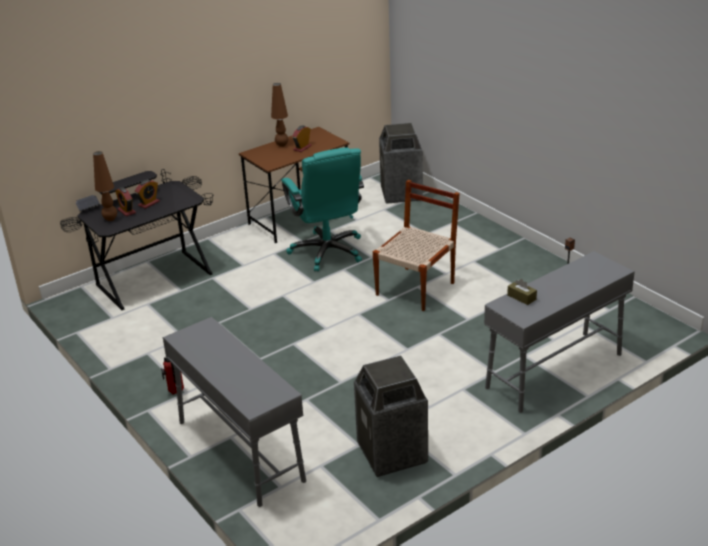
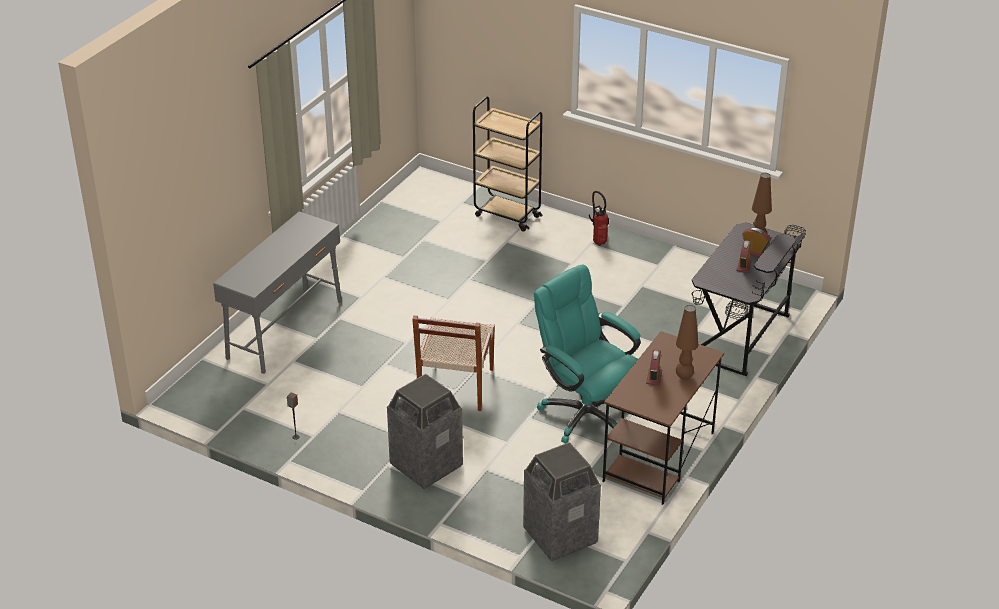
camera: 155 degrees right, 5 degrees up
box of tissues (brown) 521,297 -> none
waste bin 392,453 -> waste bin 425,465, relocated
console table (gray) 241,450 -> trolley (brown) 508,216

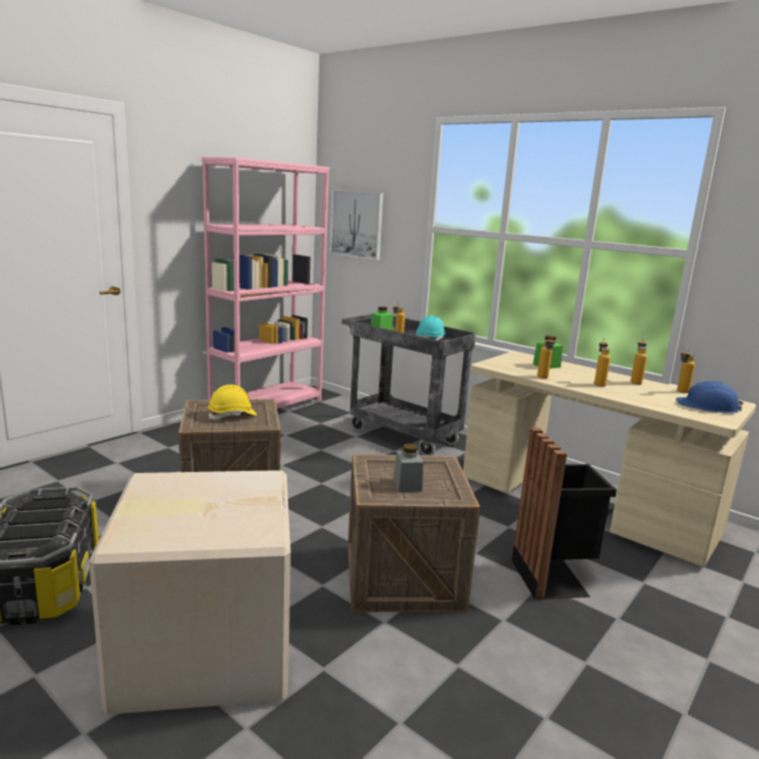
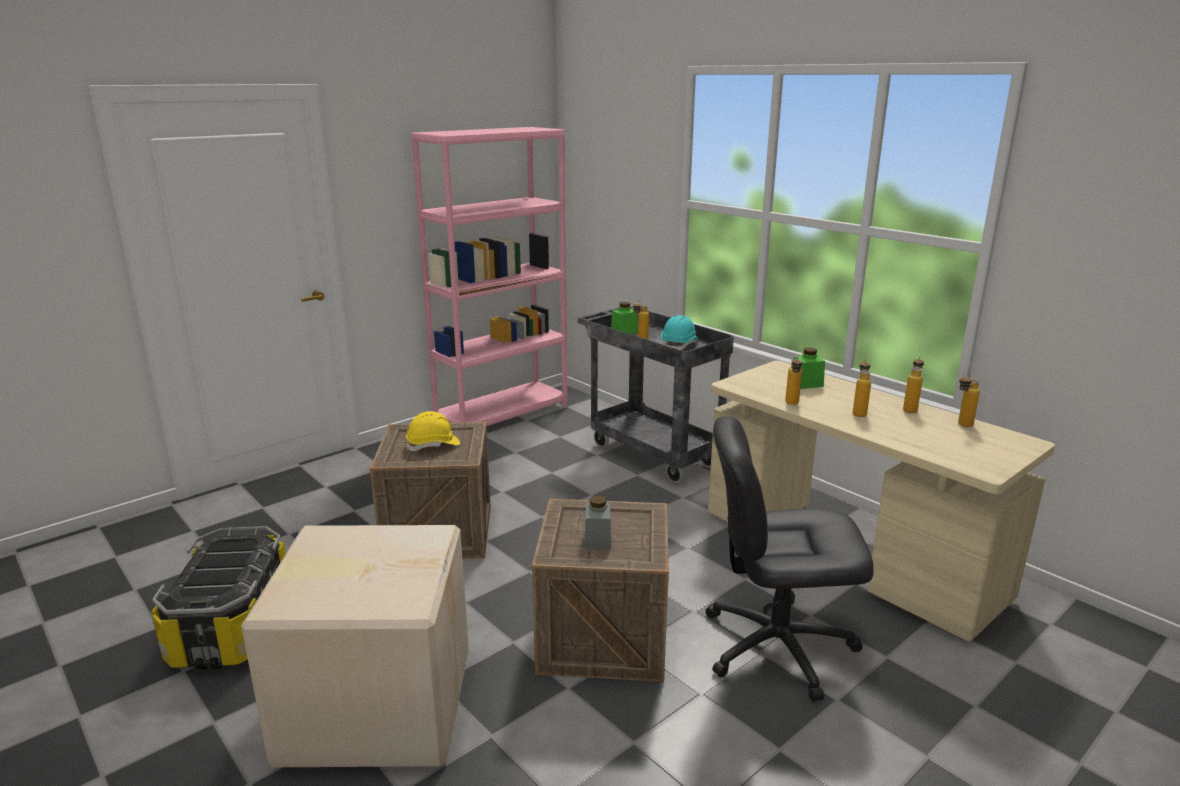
camera: 10 degrees right, 5 degrees up
wall art 356,224 -> none
hard hat (blue-coloured) 708,406 -> none
waste bin (blackish) 552,577 -> desk chair (blackish) 776,645

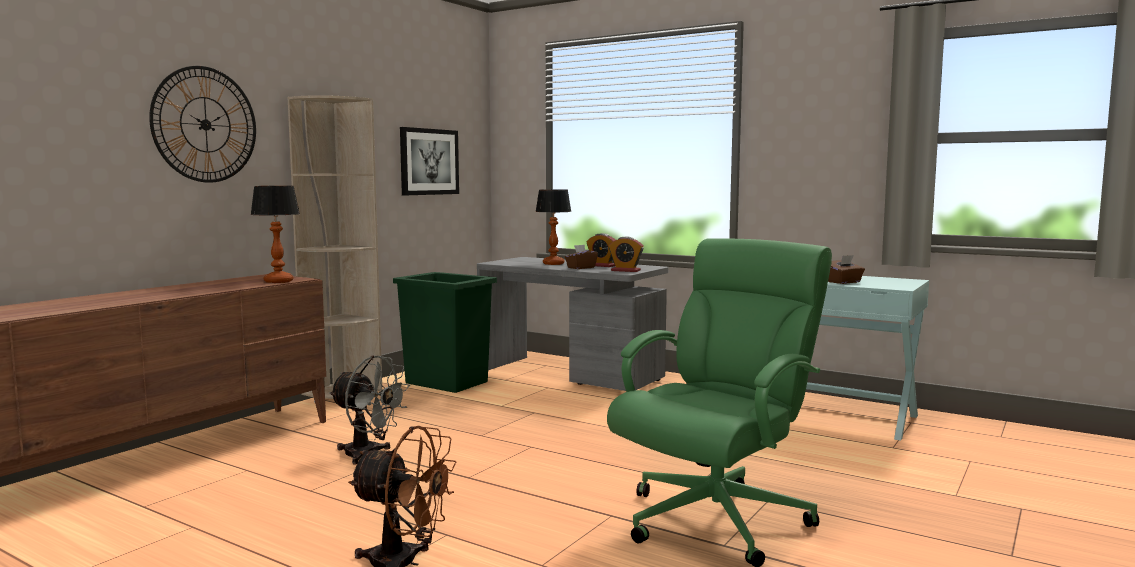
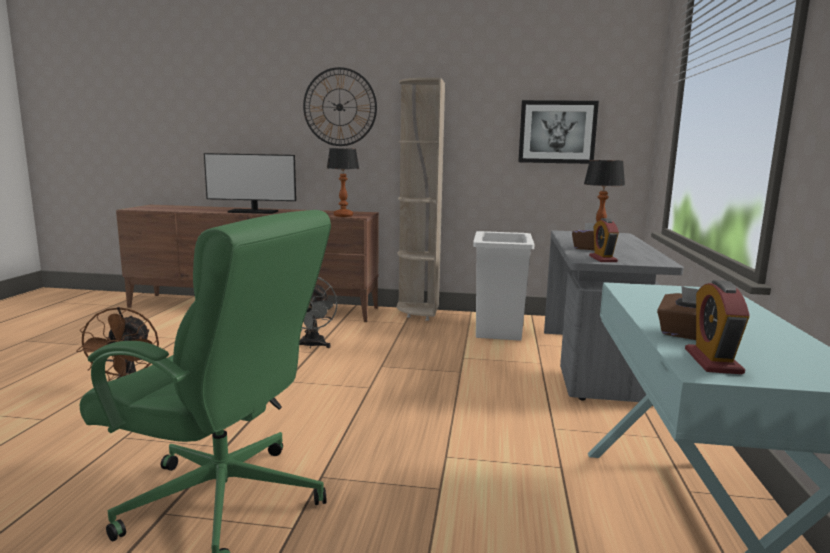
camera: 65 degrees right, 5 degrees up
none -> computer display 253,212
alarm clock 602,265 -> alarm clock 712,361, relocated
waste bin (green-coloured) 447,383 -> waste bin (whitish) 497,330

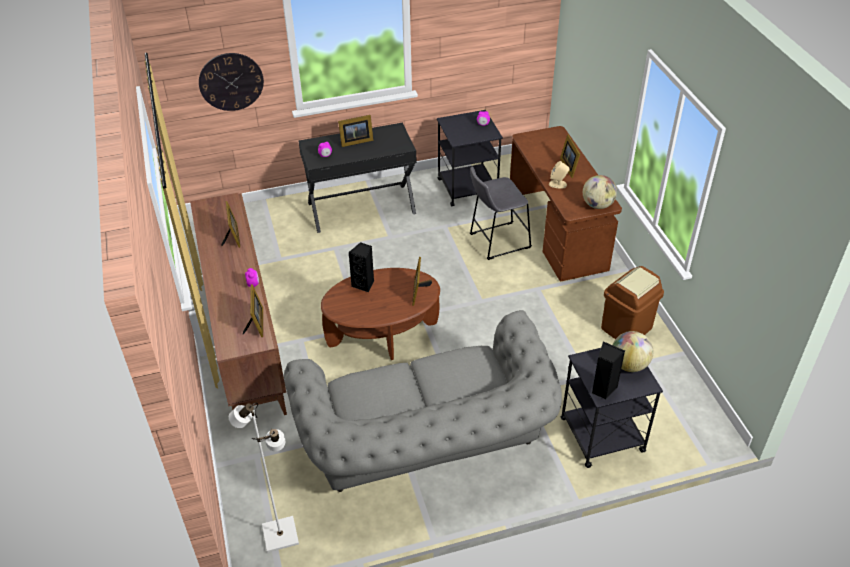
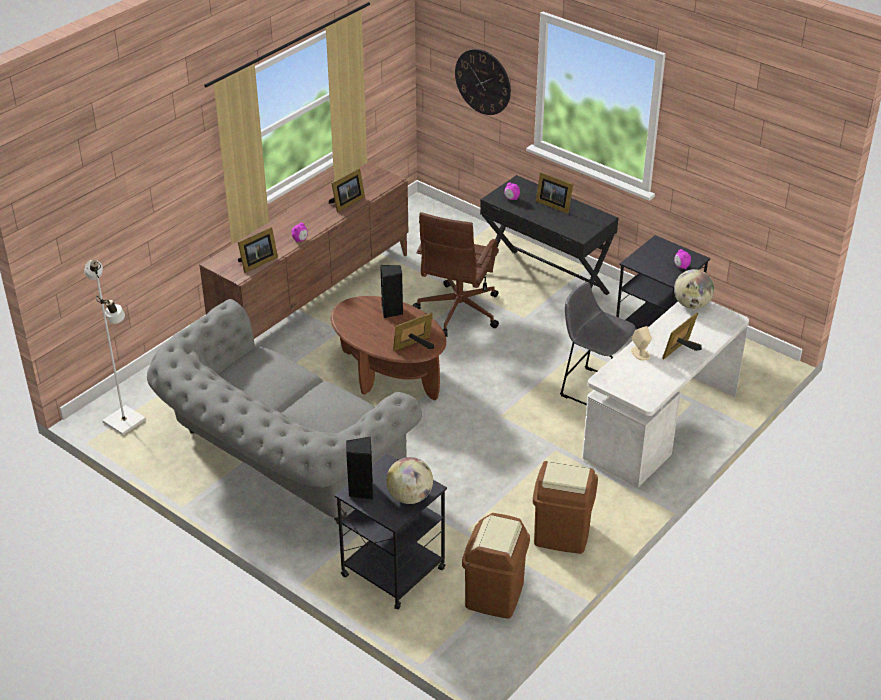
camera: 55 degrees right, 5 degrees down
none -> desk chair (brown) 457,312
none -> waste bin (brown) 495,595
desk globe 597,205 -> desk globe 691,305, relocated
desk table (brown) 557,231 -> desk table (whitish) 661,426

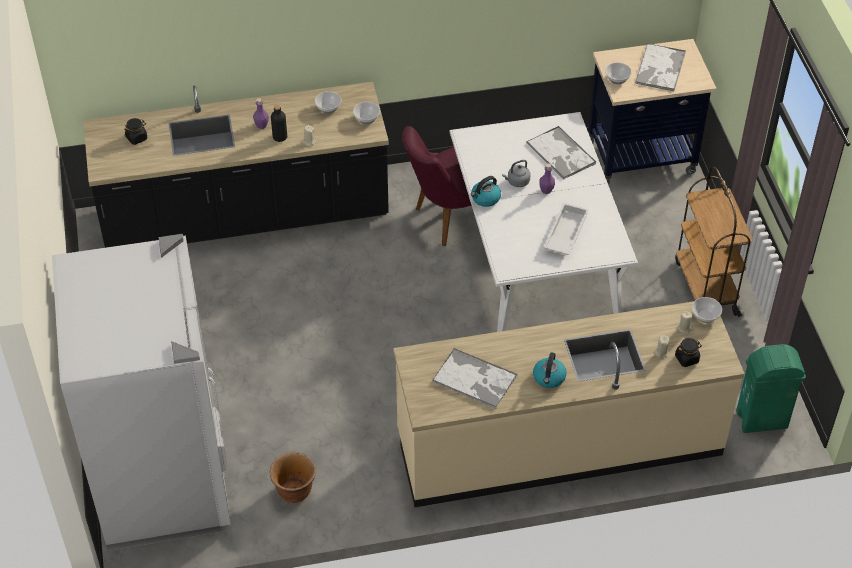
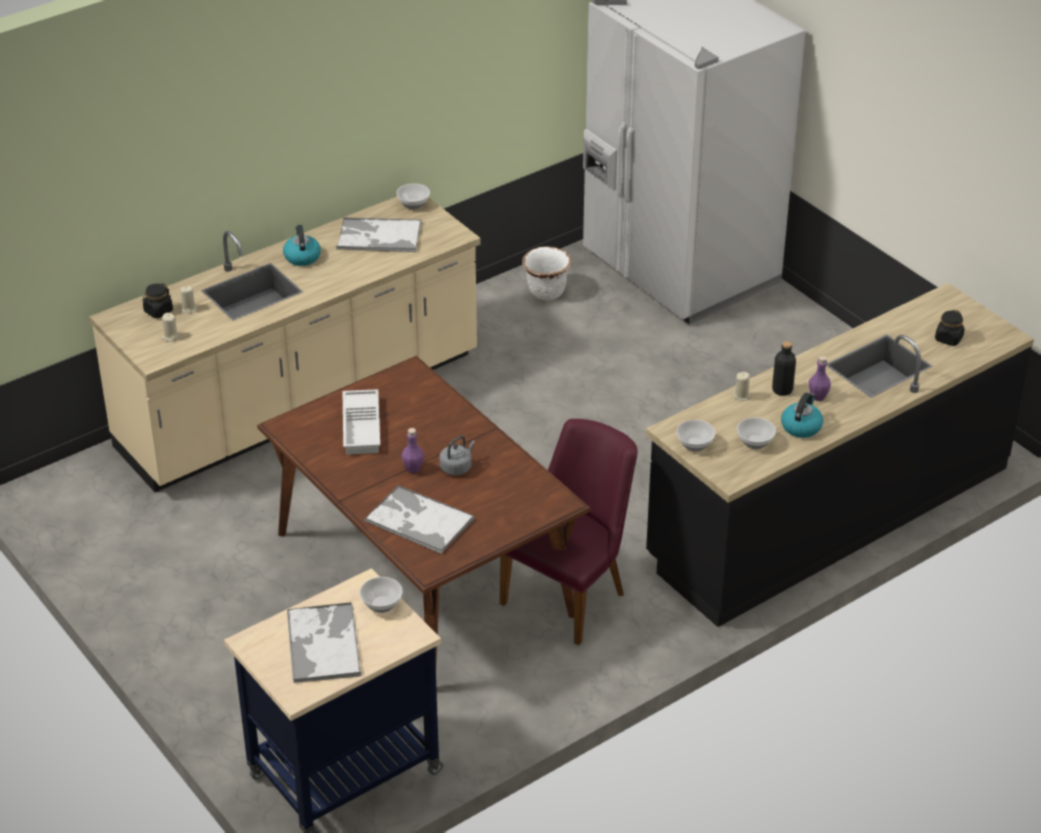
camera: 155 degrees right, 10 degrees down
trolley (brown) 705,286 -> none
waste bin (green-coloured) 762,420 -> none
kettle 485,198 -> kettle 801,426, relocated
bowl 704,316 -> bowl 414,204, relocated
flower pot (brown) 294,491 -> flower pot (whitish) 546,293
kitchen table (whitish) 533,264 -> kitchen table (brown) 425,574

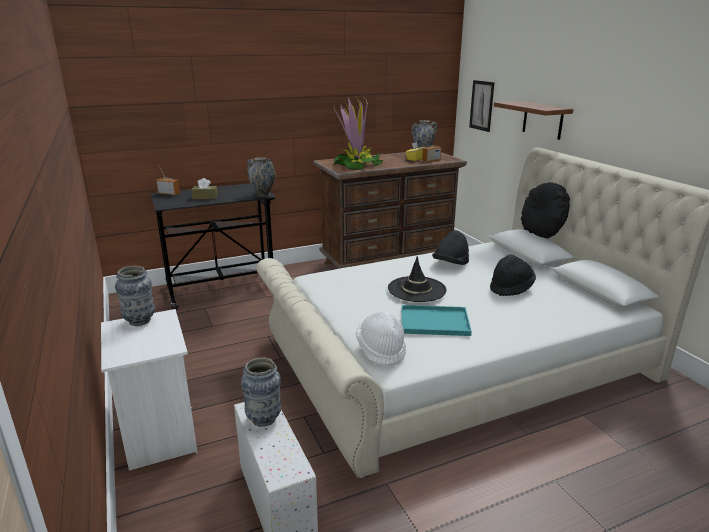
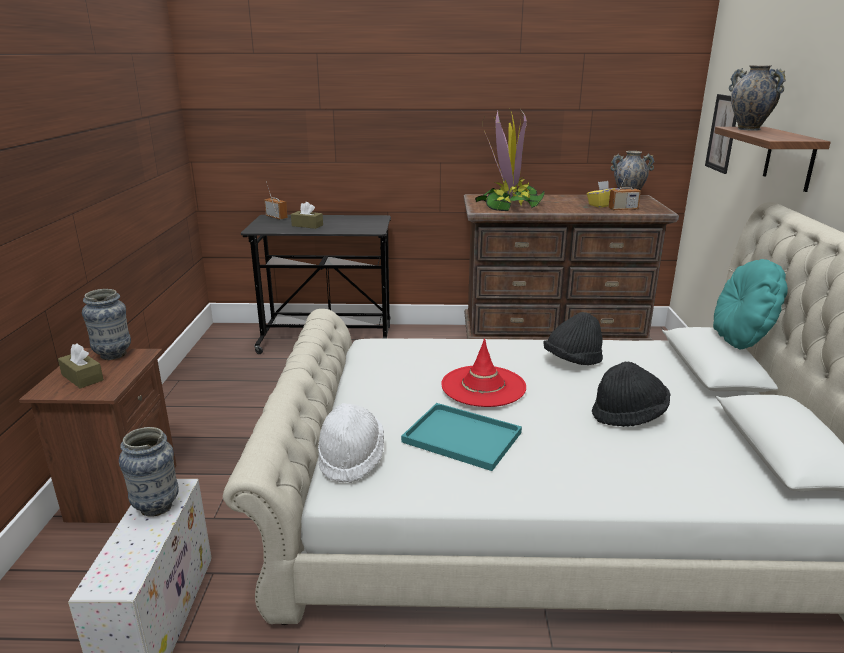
camera: 25 degrees right, 0 degrees up
none -> box of tissues (brown) 82,377
vase 263,194 -> vase 748,129, relocated
nightstand (whitish) 158,436 -> nightstand (brown) 121,492
hat (blackish) 416,289 -> hat (reddish) 483,386
cushion (blackish) 541,234 -> cushion (turquoise) 740,341

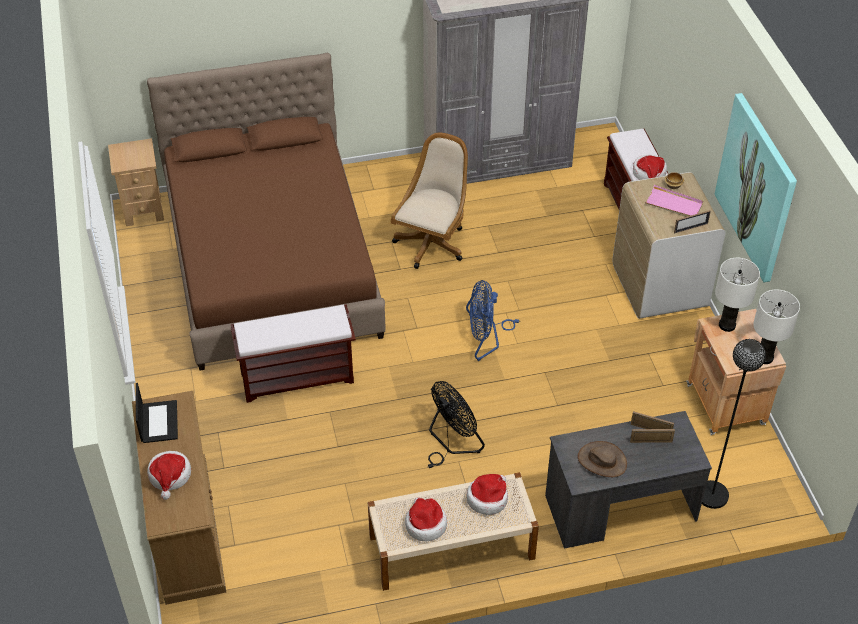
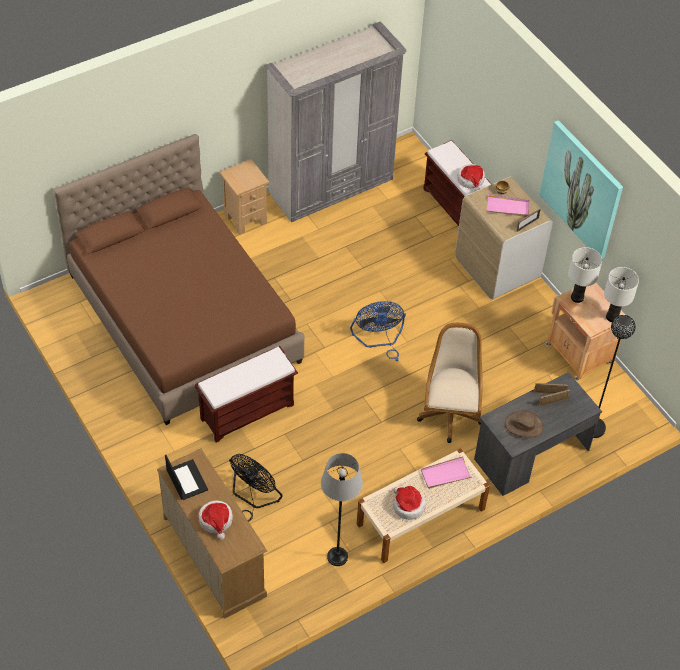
camera: 20 degrees left, 5 degrees up
none -> floor lamp (gray) 337,557
nightstand (beige) 144,211 -> nightstand (beige) 246,219, relocated
desk chair 432,240 -> desk chair 450,410, relocated
electric fan (blackish) 449,439 -> electric fan (blackish) 251,496, relocated
hat 487,498 -> serving tray (pink-coloured) 445,474
electric fan (blue-coloured) 486,334 -> electric fan (blue-coloured) 380,340, 105 degrees clockwise

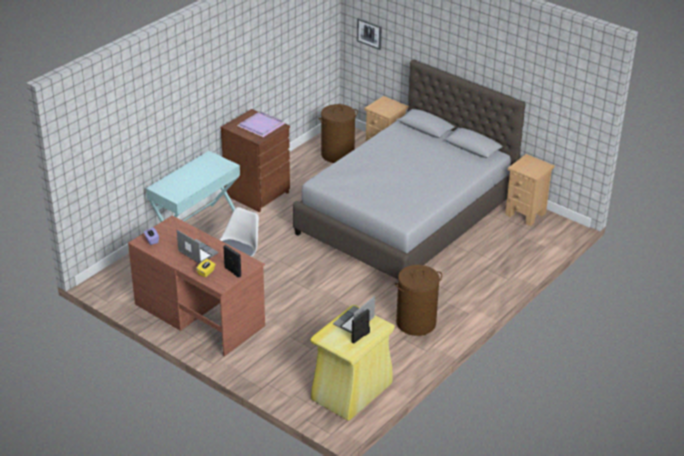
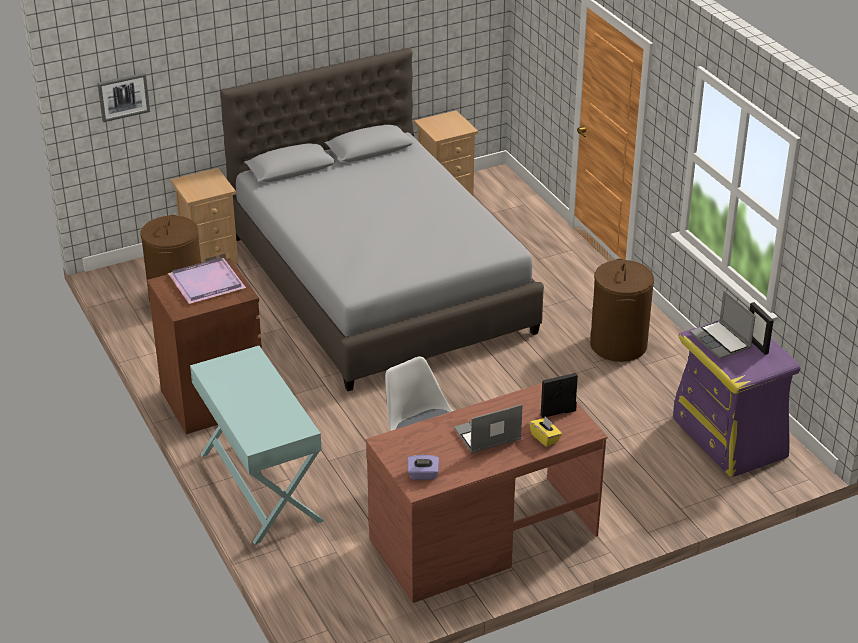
camera: 65 degrees left, 0 degrees up
nightstand (yellowish) 350,390 -> nightstand (purplish) 729,438

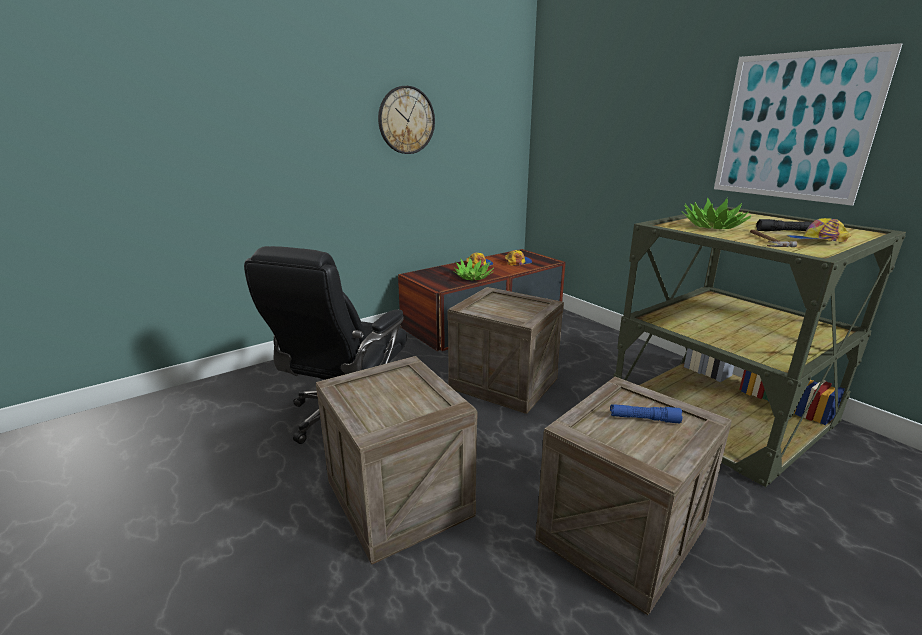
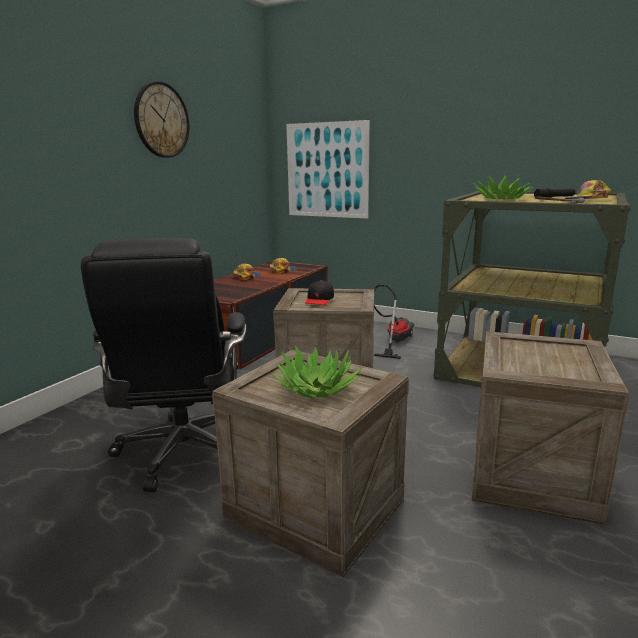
camera: 25 degrees left, 5 degrees down
flashlight (blue-coloured) 644,419 -> none
none -> baseball cap (blackish) 319,300
none -> vacuum 394,341
plant in a pot 473,277 -> plant in a pot 316,388, relocated
wall art 794,127 -> wall art 327,170, relocated

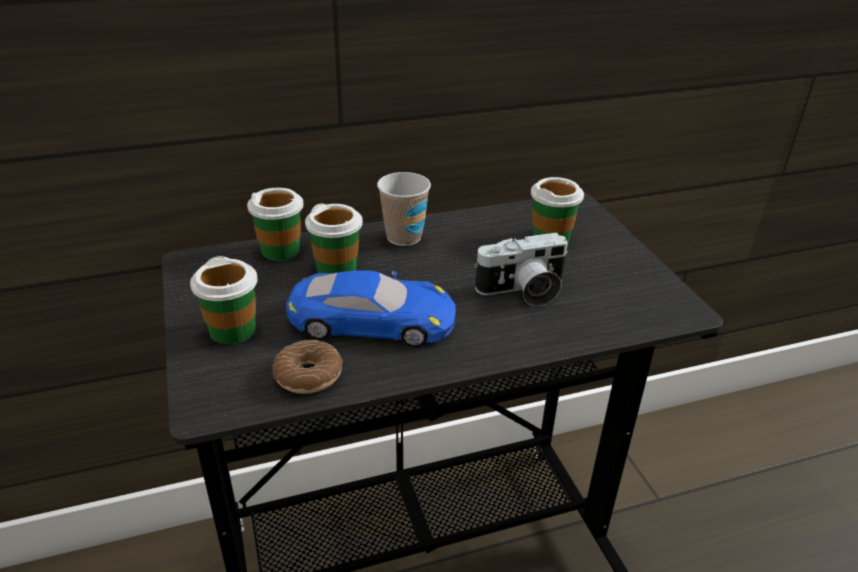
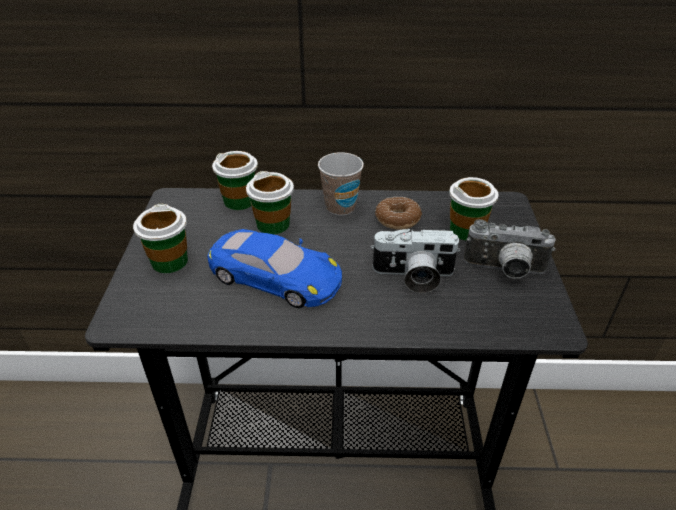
camera: 20 degrees right, 5 degrees up
none -> still camera 504,271
donut 308,375 -> donut 397,219, relocated

